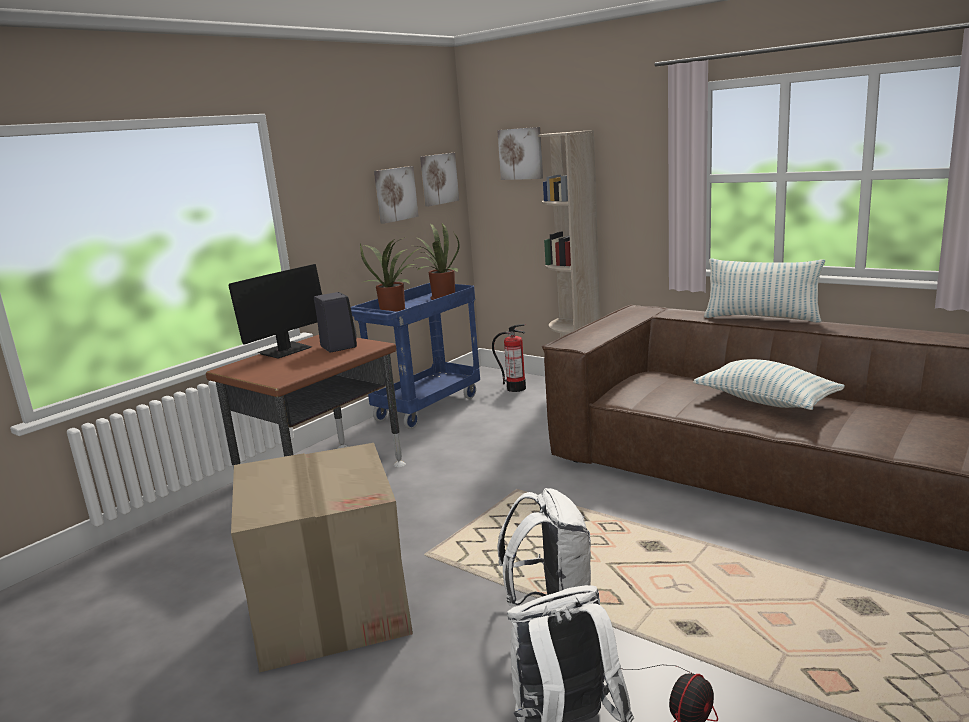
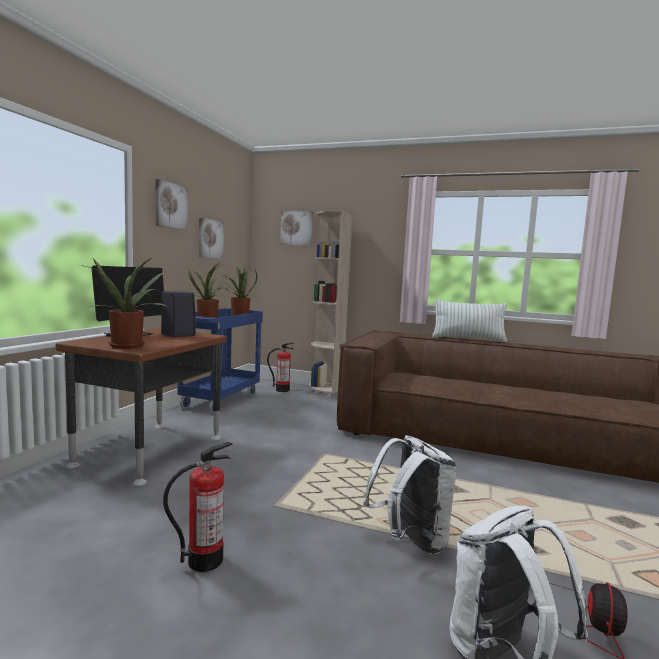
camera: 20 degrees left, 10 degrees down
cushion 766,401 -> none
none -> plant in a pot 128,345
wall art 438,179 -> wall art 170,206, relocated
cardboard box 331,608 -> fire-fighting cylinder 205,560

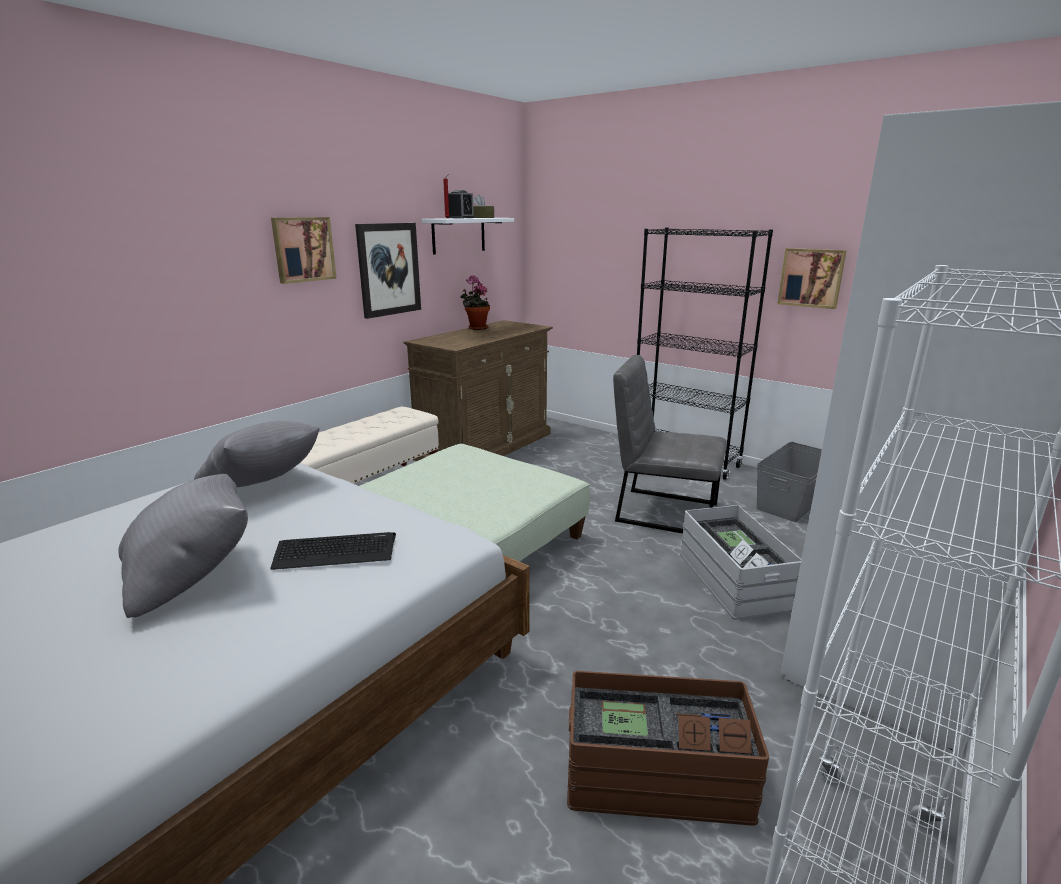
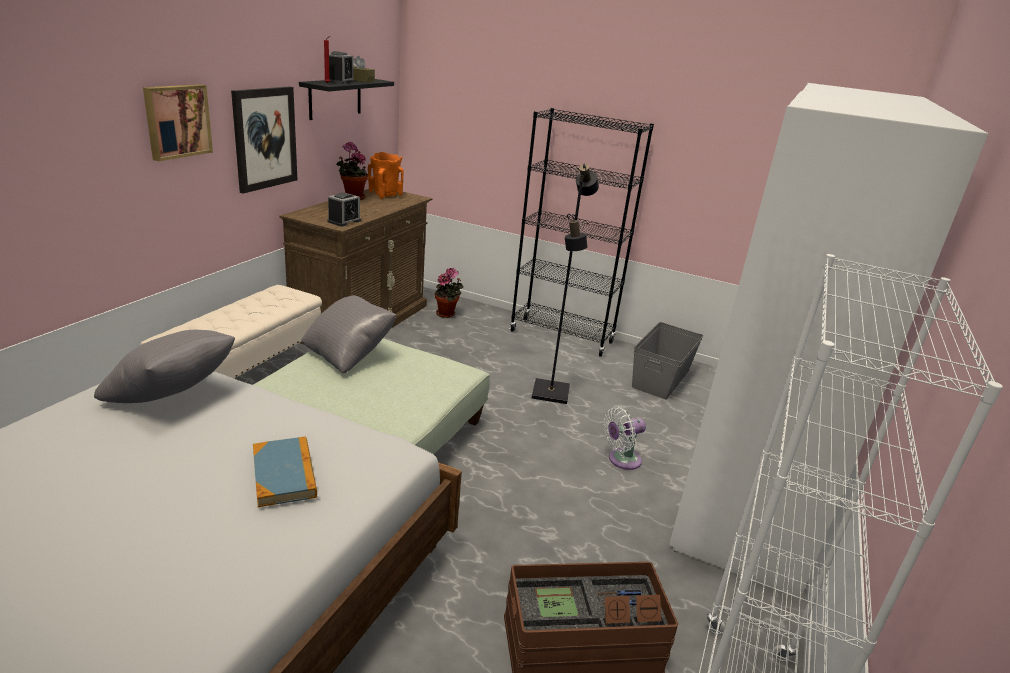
camera: 15 degrees left, 5 degrees up
wall art 811,277 -> none
none -> alarm clock 344,221
none -> vase (orange-coloured) 385,195
none -> plant in a pot 447,314
cushion (gray) 193,576 -> cushion (gray) 349,355, relocated
computer keyboard 335,552 -> bound book 284,474
chair (gray) 663,511 -> floor lamp (blackish) 550,392
storage box (gray) 734,580 -> electric fan (whitish) 621,460
shelf (whitish) 458,235 -> shelf (blackish) 335,98

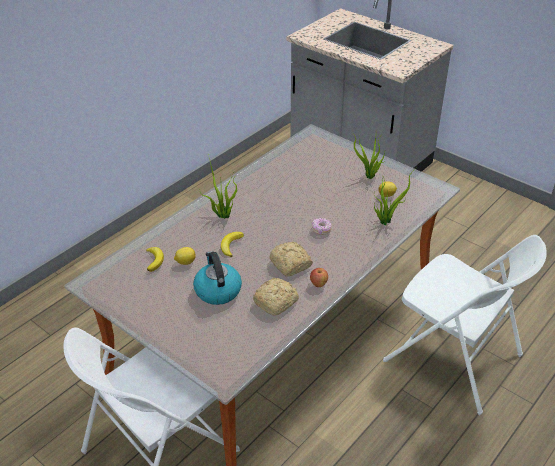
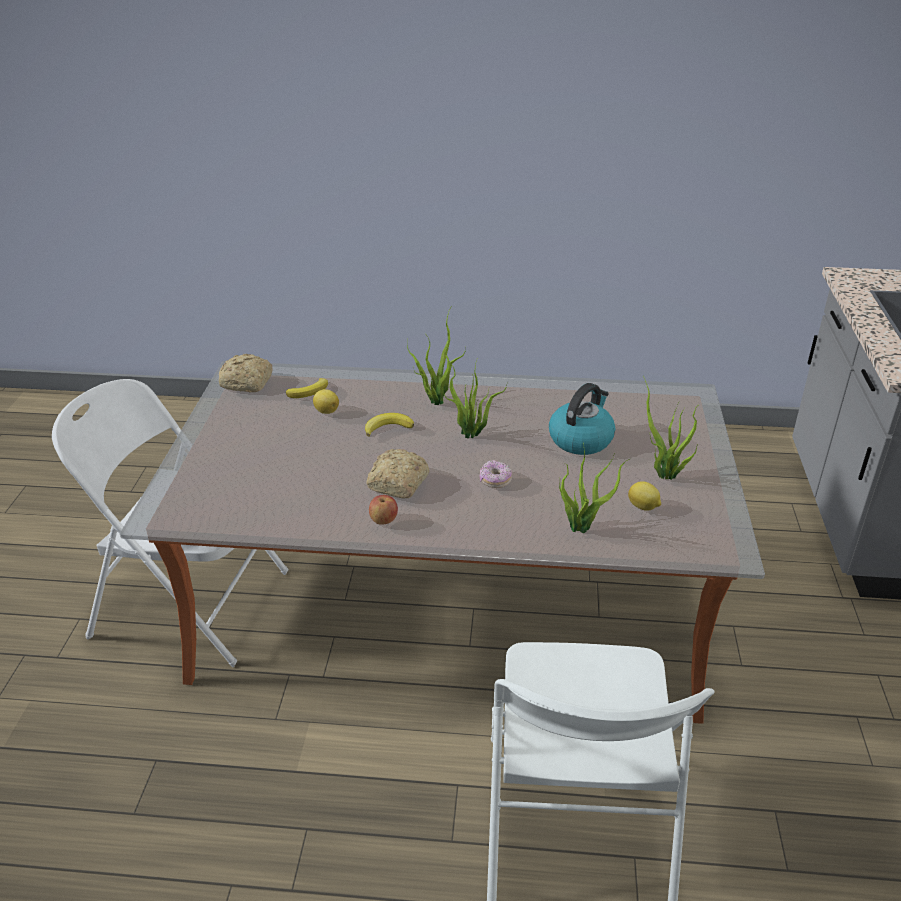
camera: 55 degrees right, 5 degrees down
none -> plant in a pot 471,435
kettle 217,290 -> kettle 581,439, relocated
bakery bread 276,301 -> bakery bread 248,383, relocated

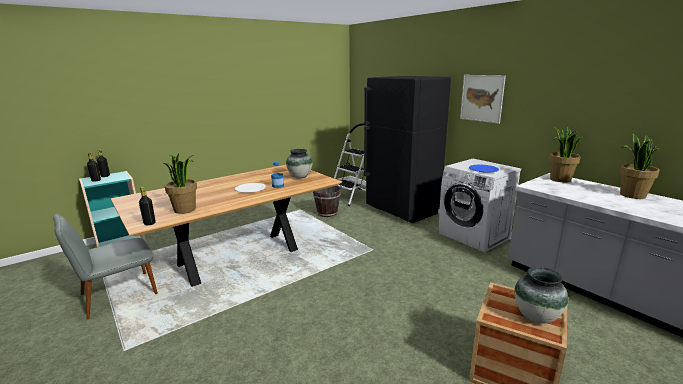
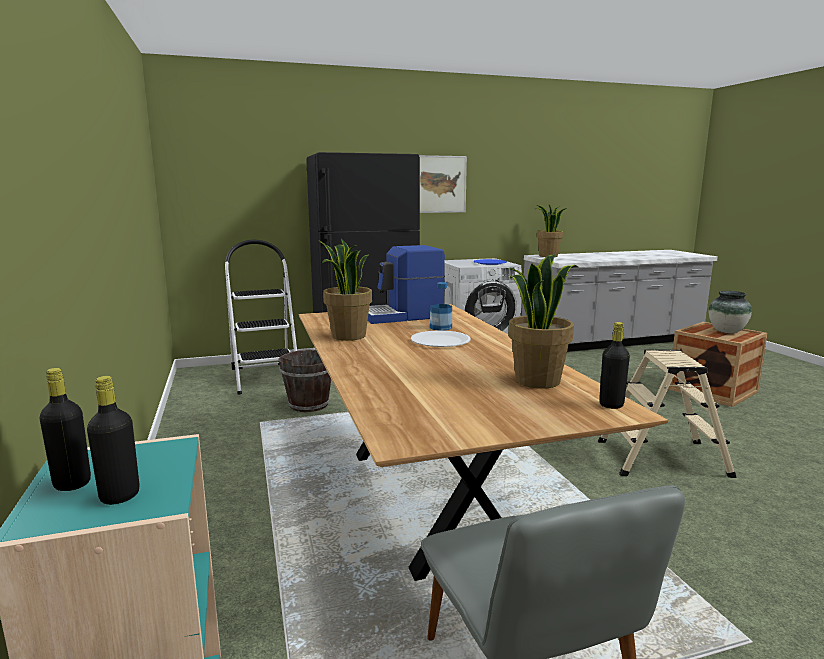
camera: 70 degrees left, 5 degrees down
none -> stepladder (beige) 662,458
plant in a pot 632,195 -> plant in a pot 348,336, relocated
vase 299,177 -> coffee brewer 402,316

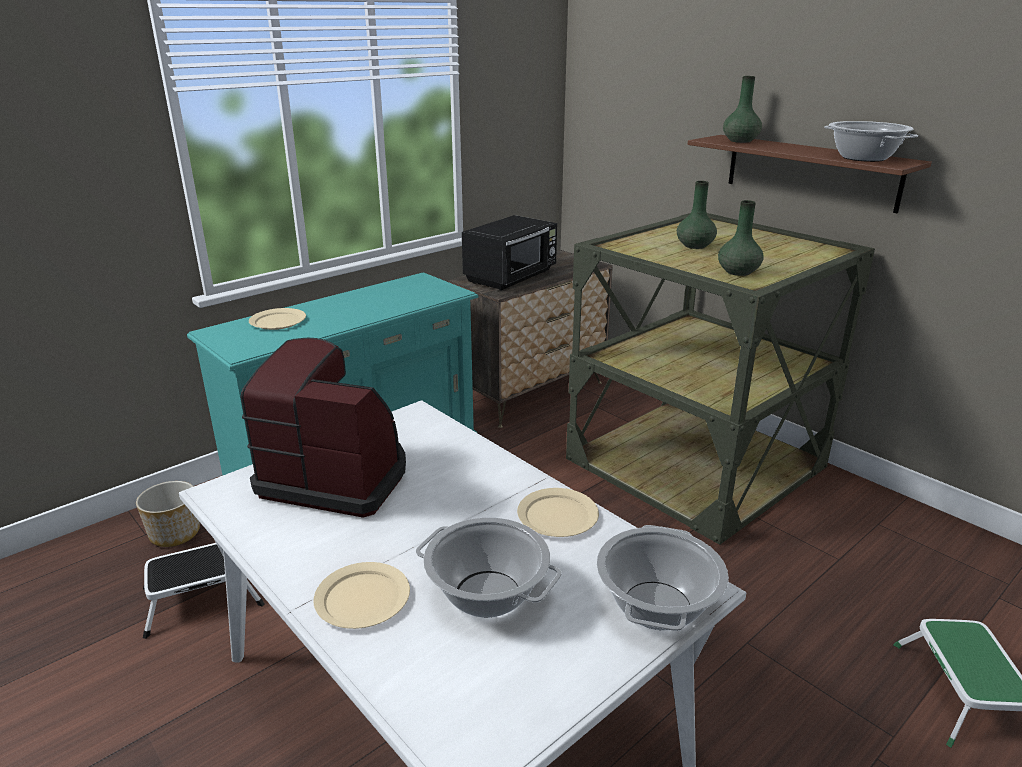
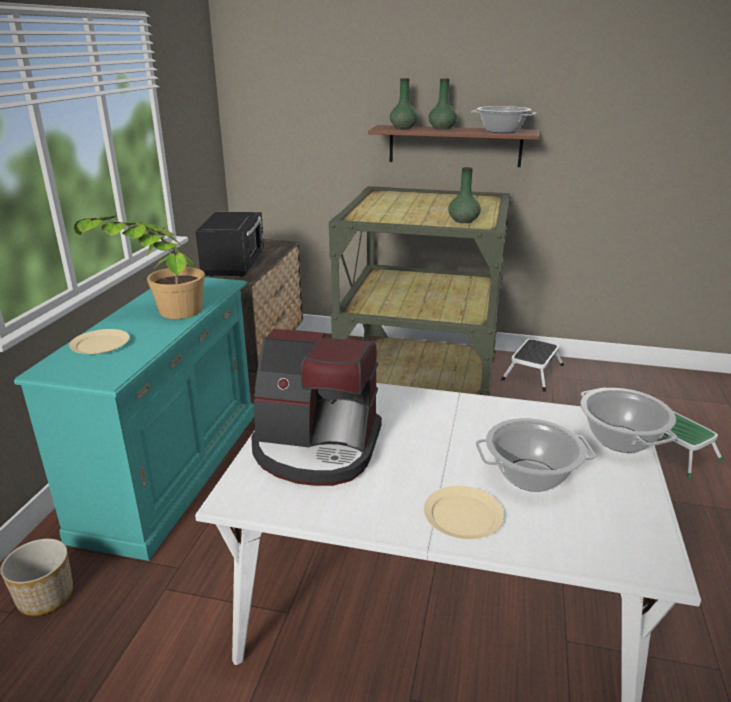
camera: 35 degrees left, 0 degrees up
plate (beige) 558,516 -> none
none -> plant in a pot 157,312
stepladder (blackish) 203,597 -> stepladder (blackish) 533,372, relocated
vase (green-coloured) 695,245 -> vase (green-coloured) 442,128, relocated
coffee brewer 336,477 -> coffee brewer 316,448, 150 degrees counterclockwise

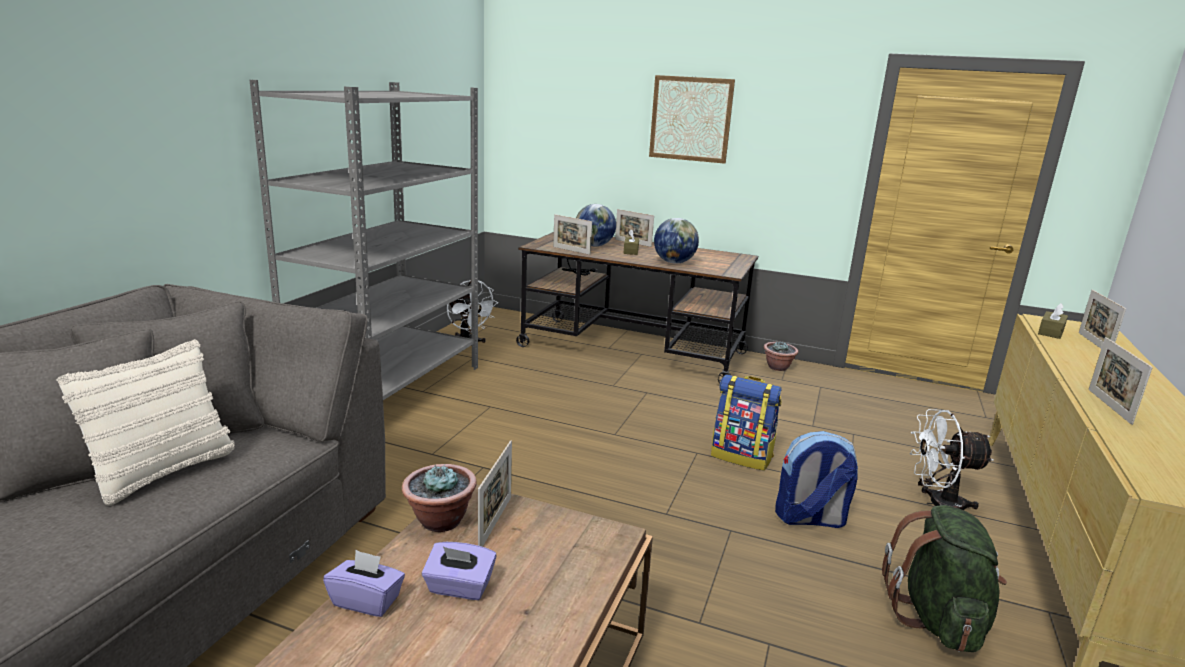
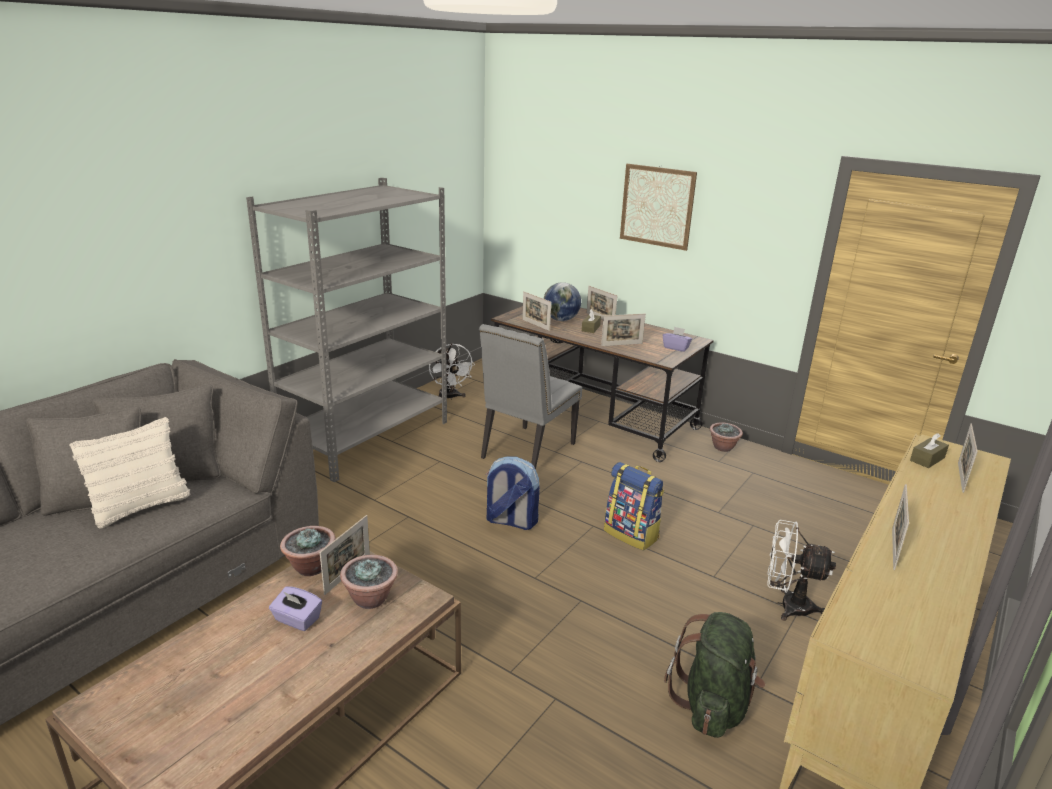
camera: 15 degrees right, 5 degrees up
none -> plant in a pot 371,599
none -> chair (gray) 528,450
box of tissues (purplish) 366,601 -> box of tissues (purplish) 676,348, relocated
backpack 809,519 -> backpack 510,521, relocated
desk globe 674,262 -> photo frame 622,344

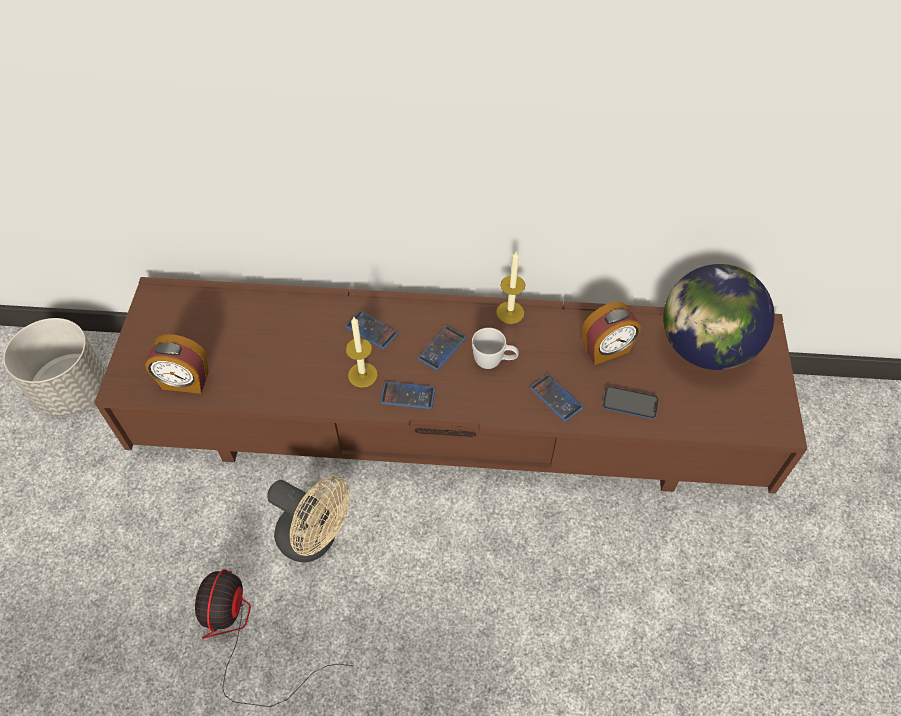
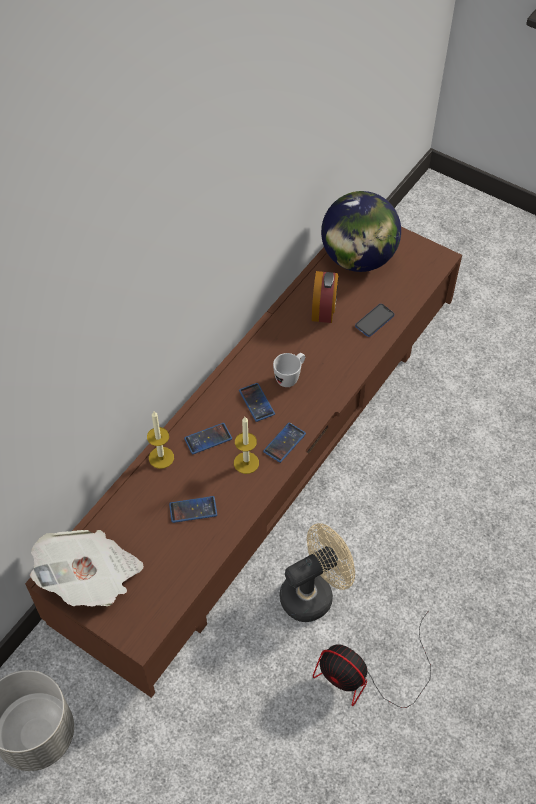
camera: 60 degrees left, 0 degrees up
alarm clock 185,381 -> none
none -> printed paper 91,578
wax light 510,312 -> wax light 161,457, relocated
phone 556,398 -> phone 193,510, relocated

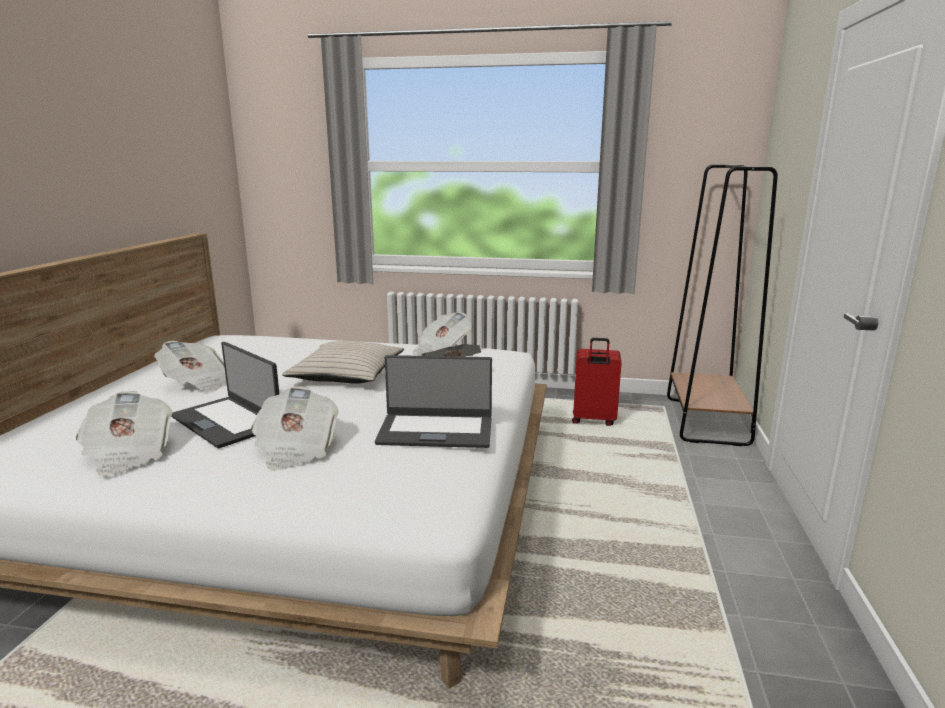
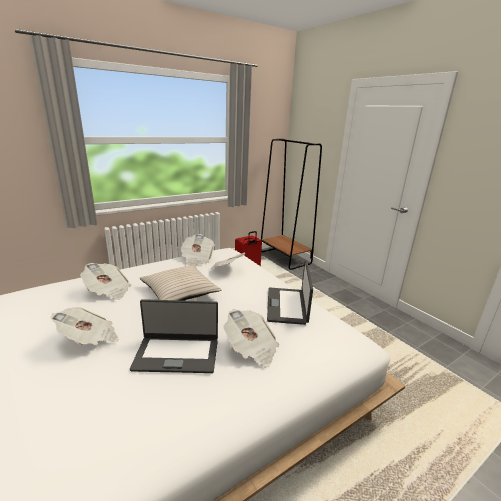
camera: 45 degrees left, 5 degrees up
printed paper 128,454 -> printed paper 108,291, relocated
laptop 436,431 -> laptop 287,305, 135 degrees clockwise

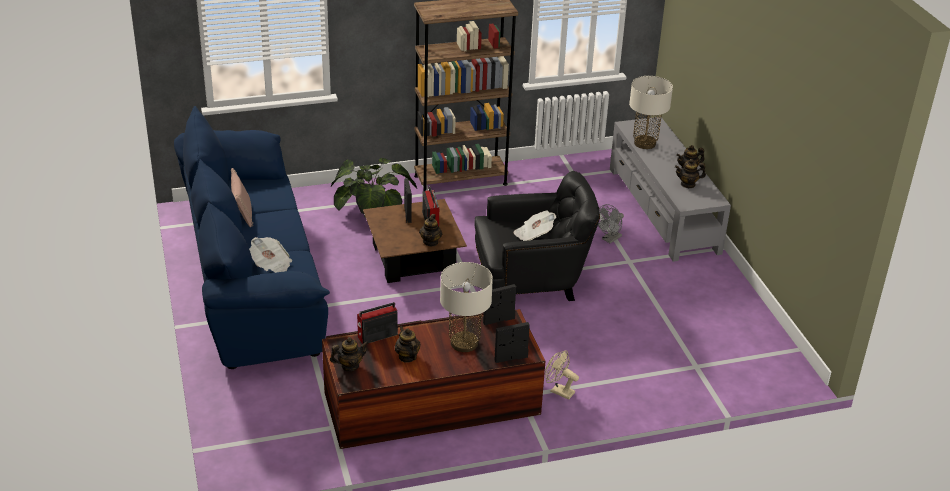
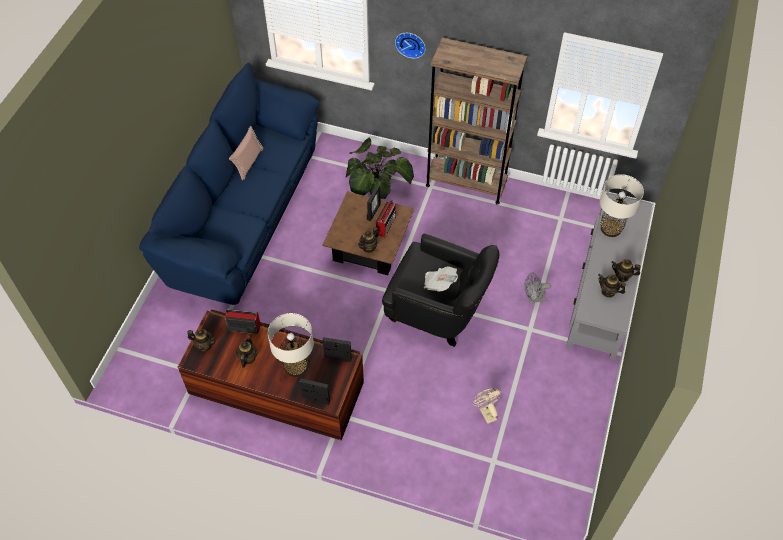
camera: 35 degrees right, 20 degrees up
printed paper 271,265 -> none
none -> hanging clock 411,43
electric fan (beige) 558,391 -> electric fan (beige) 486,412, relocated

